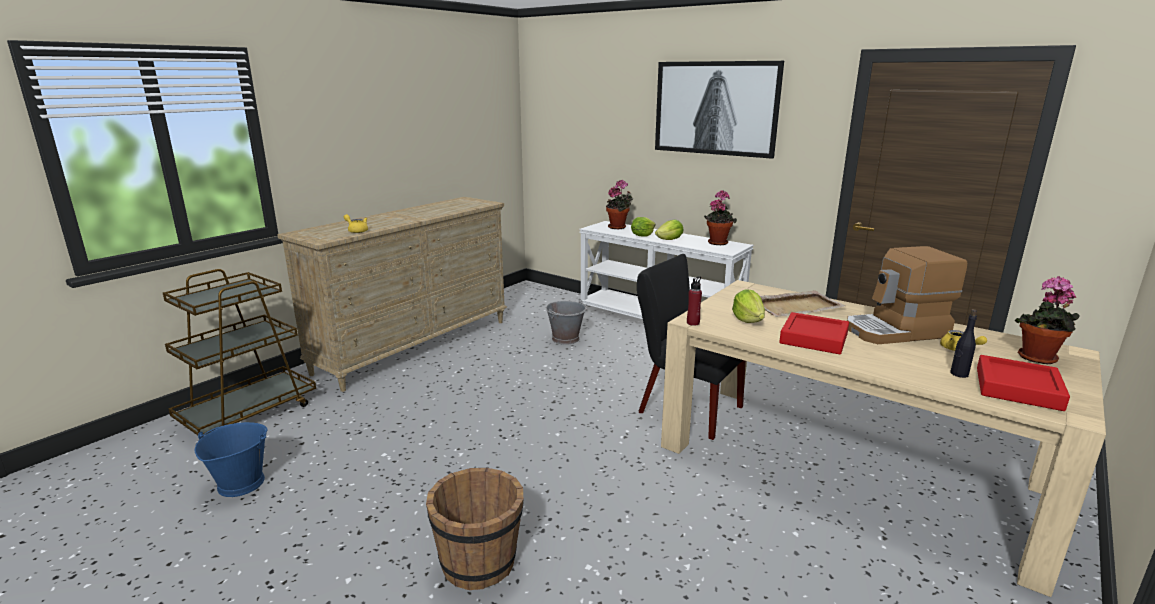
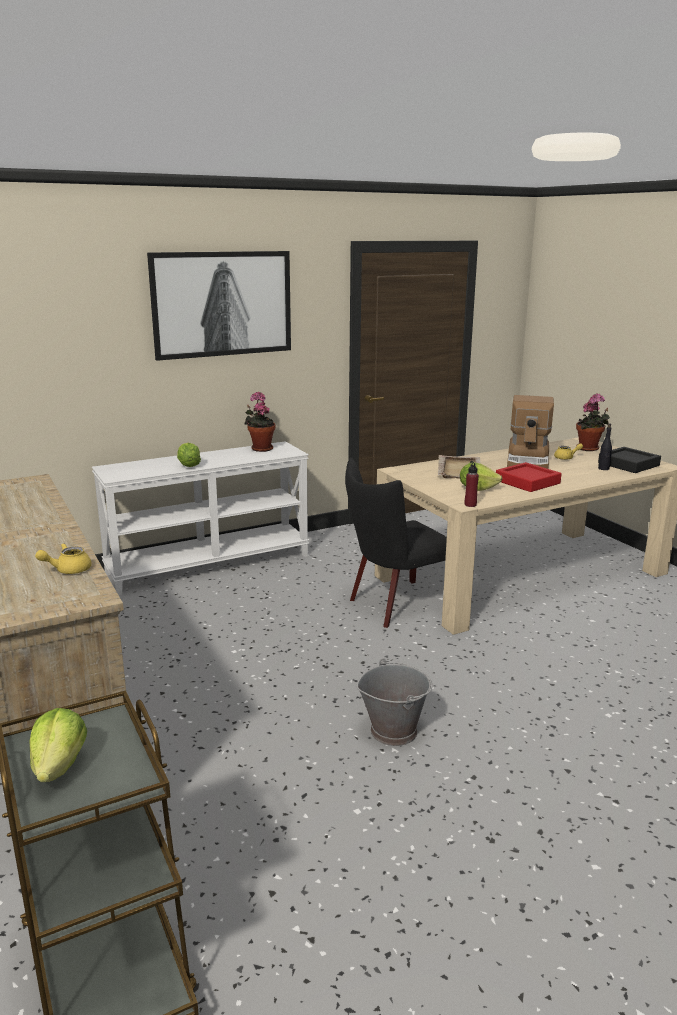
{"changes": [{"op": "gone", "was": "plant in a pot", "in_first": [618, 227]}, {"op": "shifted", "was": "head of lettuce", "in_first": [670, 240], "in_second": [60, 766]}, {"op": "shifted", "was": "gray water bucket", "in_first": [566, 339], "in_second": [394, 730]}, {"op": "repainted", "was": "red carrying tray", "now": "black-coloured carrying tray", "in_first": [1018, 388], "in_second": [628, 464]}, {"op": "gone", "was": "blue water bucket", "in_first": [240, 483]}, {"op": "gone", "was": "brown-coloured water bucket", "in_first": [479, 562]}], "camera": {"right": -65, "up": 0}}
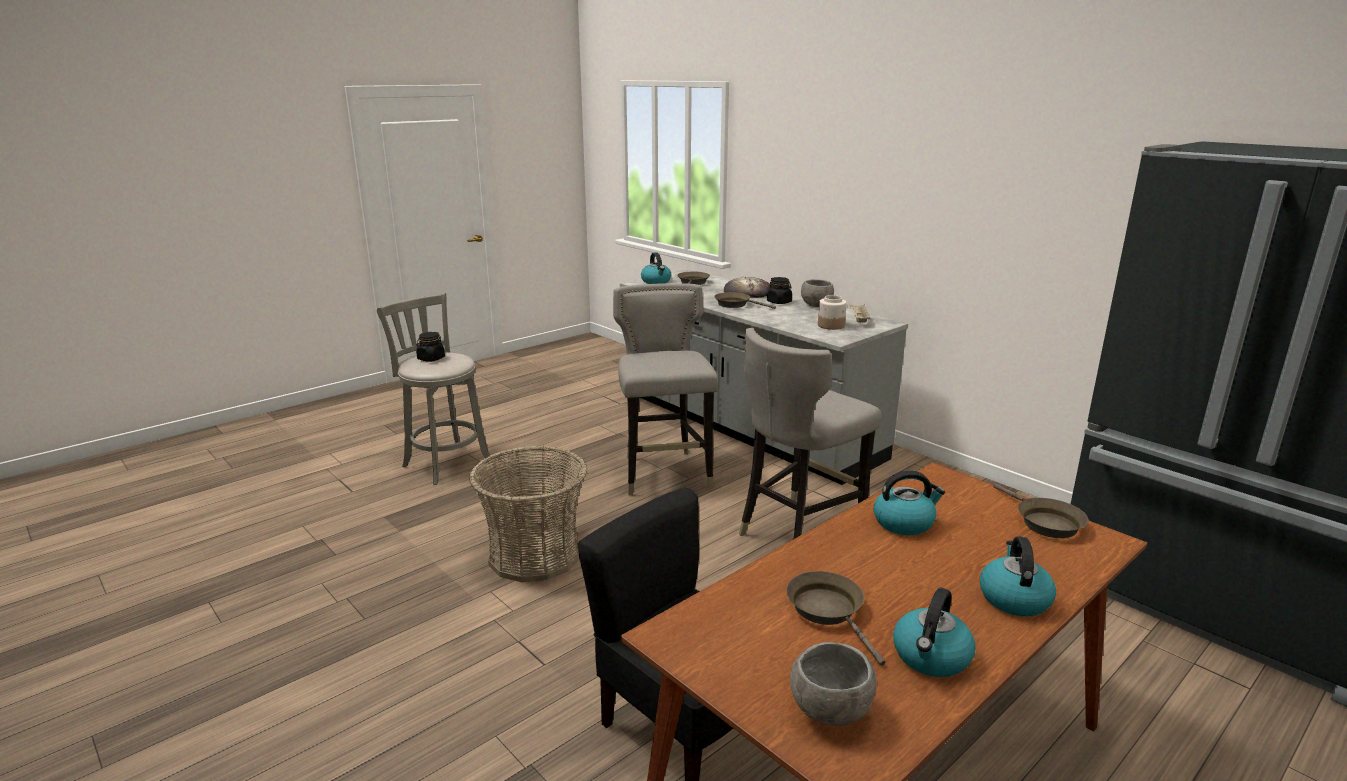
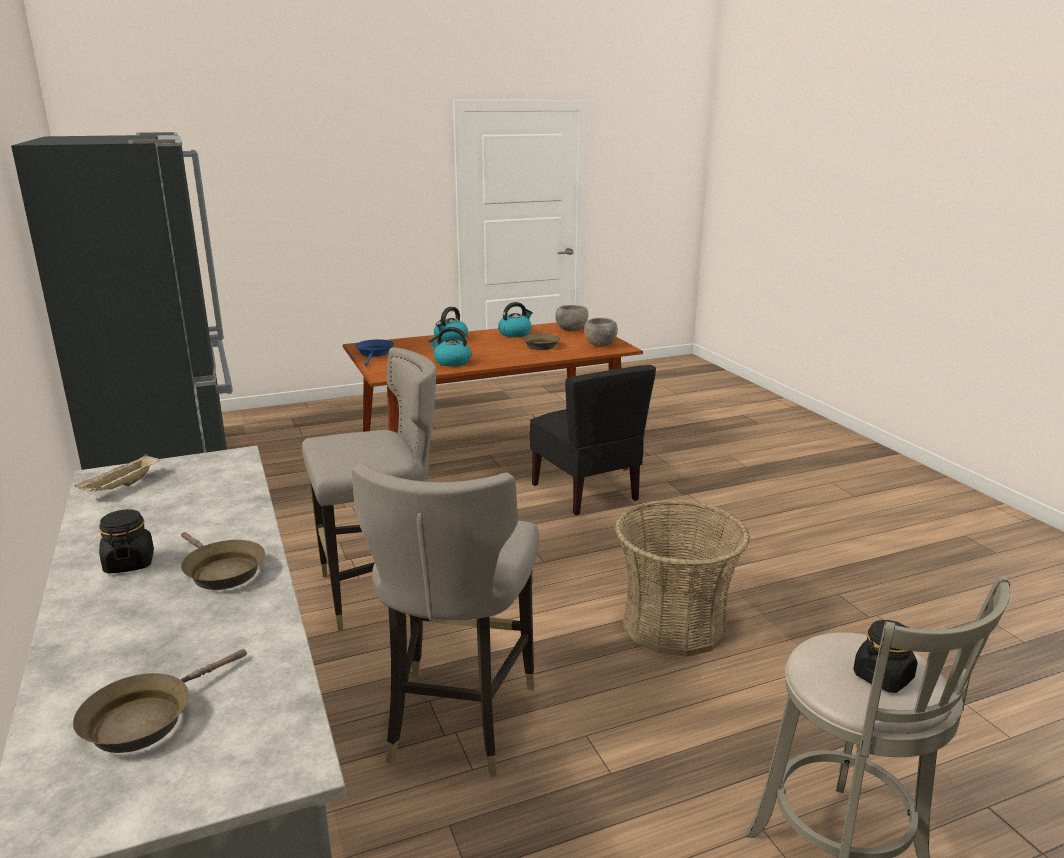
{"changes": [{"op": "gone", "was": "tea kettle", "in_first": [656, 281]}, {"op": "gone", "was": "baked bread", "in_first": [747, 292]}, {"op": "shifted", "was": "gray bowl", "in_first": [816, 305], "in_second": [600, 345]}, {"op": "gone", "was": "preserve jar", "in_first": [831, 325]}, {"op": "repainted", "was": "brown-coloured skillet", "now": "blue skillet", "in_first": [1044, 522], "in_second": [374, 353]}], "camera": {"right": -160, "up": 0}}
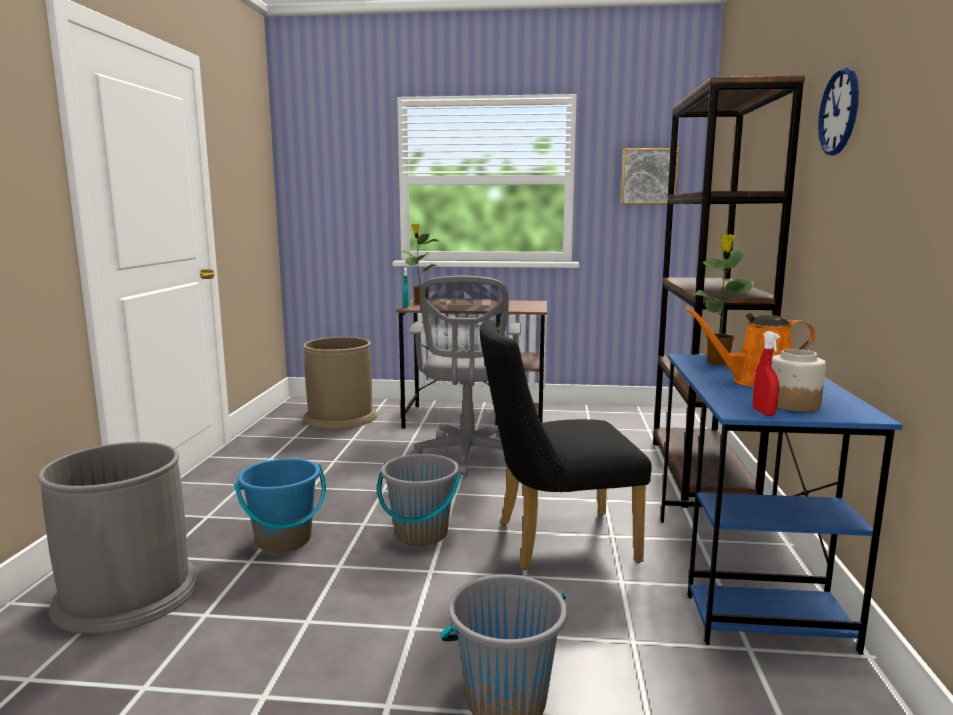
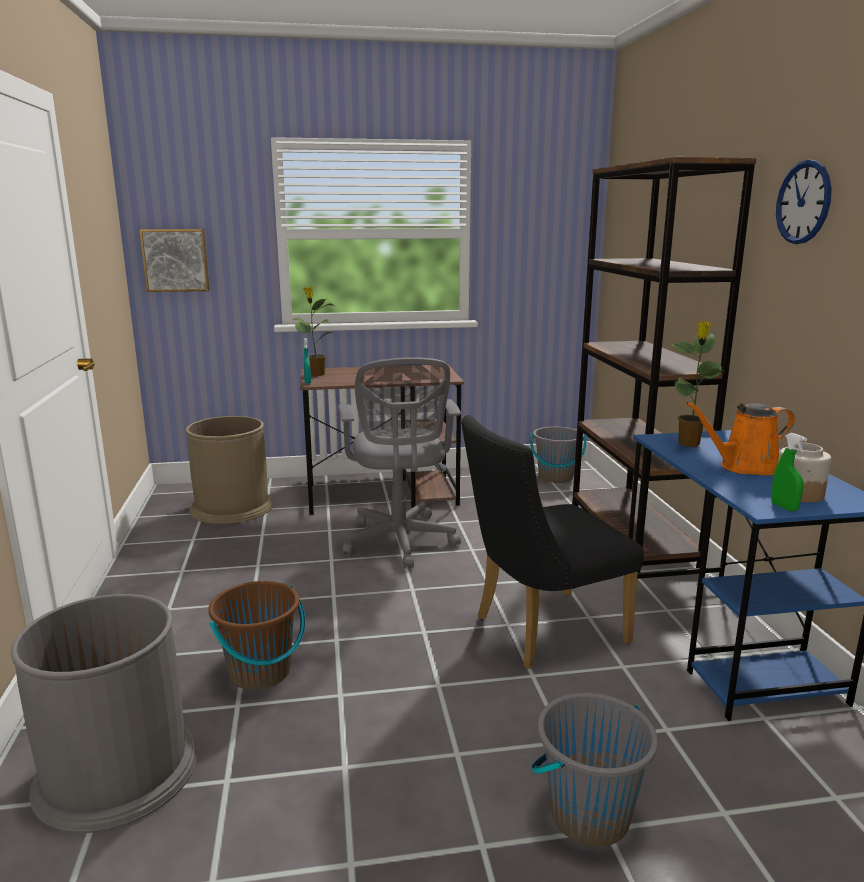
{"changes": [{"op": "shifted", "was": "wall picture", "in_first": [649, 176], "in_second": [175, 260]}, {"op": "repainted", "was": "red hand sprayer", "now": "green-coloured hand sprayer", "in_first": [763, 412], "in_second": [784, 507]}, {"op": "shifted", "was": "gray water bucket", "in_first": [421, 534], "in_second": [555, 477]}, {"op": "repainted", "was": "blue water bucket", "now": "brown-coloured water bucket", "in_first": [284, 540], "in_second": [260, 672]}], "camera": {"right": -15, "up": 5}}
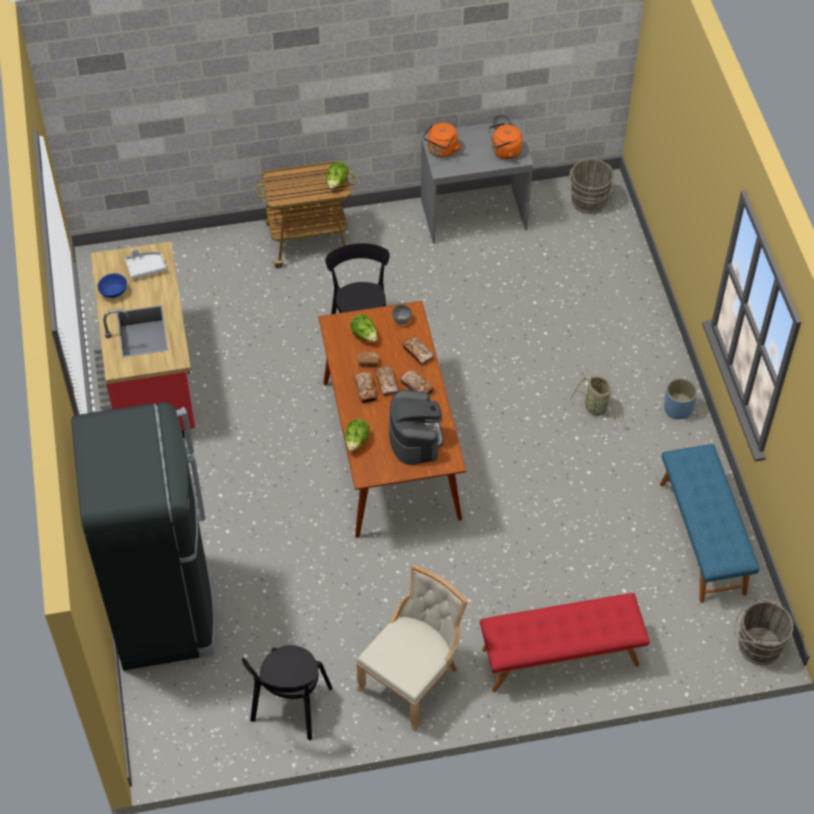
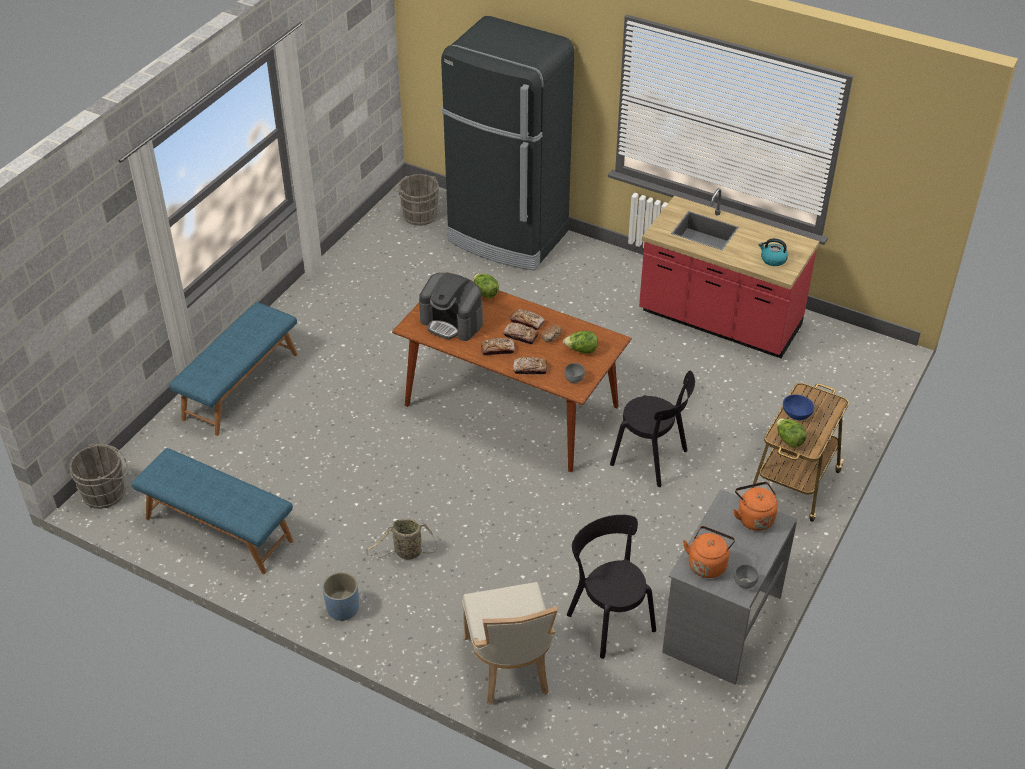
{"changes": [{"op": "shifted", "was": "gray water bucket", "in_first": [588, 202], "in_second": [418, 214]}, {"op": "swapped", "was": "gray carrying tray", "now": "tea kettle", "in_first": [146, 267], "in_second": [773, 259]}, {"op": "shifted", "was": "blue bowl", "in_first": [114, 291], "in_second": [796, 414]}, {"op": "shifted", "was": "sand-coloured upright chair", "in_first": [413, 679], "in_second": [510, 668]}, {"op": "repainted", "was": "red bench", "now": "blue bench", "in_first": [560, 658], "in_second": [240, 386]}, {"op": "shifted", "was": "black-coloured upright chair", "in_first": [290, 707], "in_second": [609, 619]}], "camera": {"right": 130, "up": -10}}
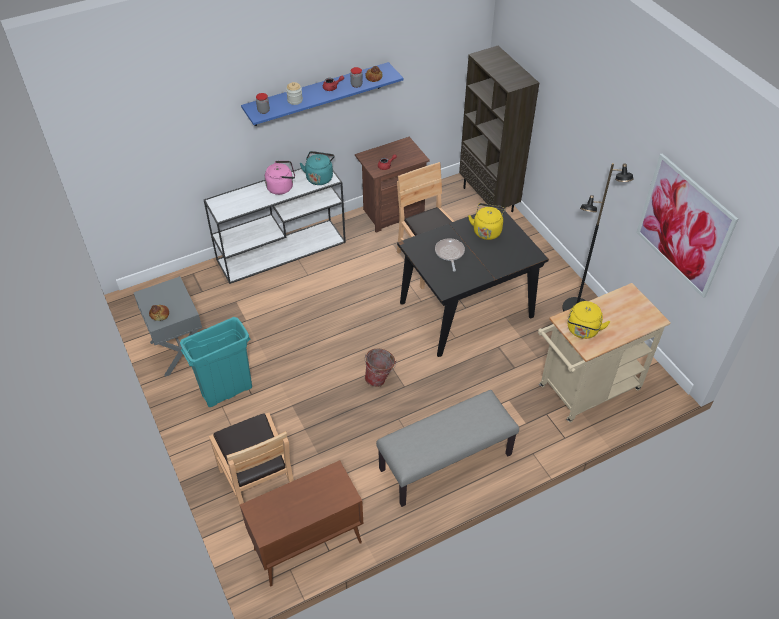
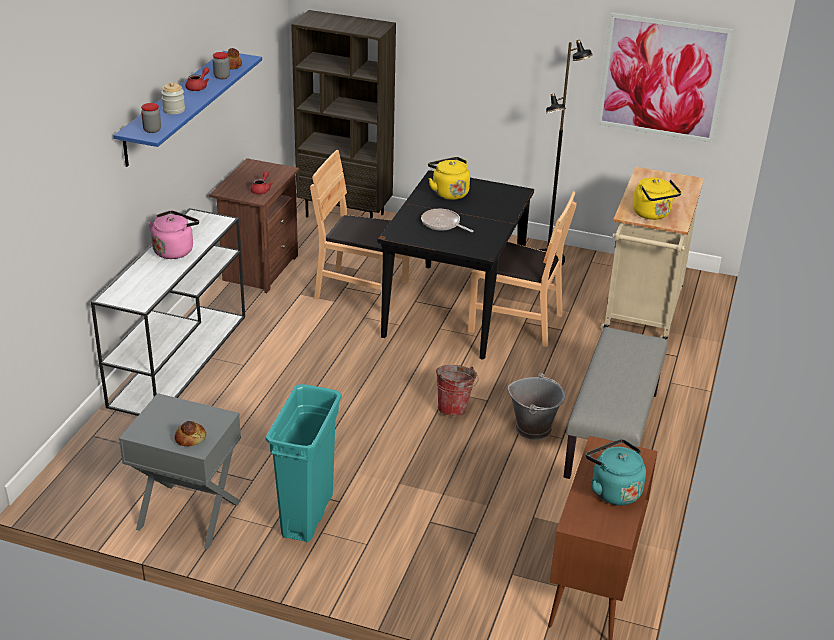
{"changes": [{"op": "shifted", "was": "blue-green tea kettle", "in_first": [319, 177], "in_second": [613, 490]}, {"op": "shifted", "was": "brown-coloured upright chair", "in_first": [259, 484], "in_second": [515, 322]}, {"op": "new", "now": "gray water bucket", "in_second": [533, 428]}], "camera": {"right": -45, "up": -15}}
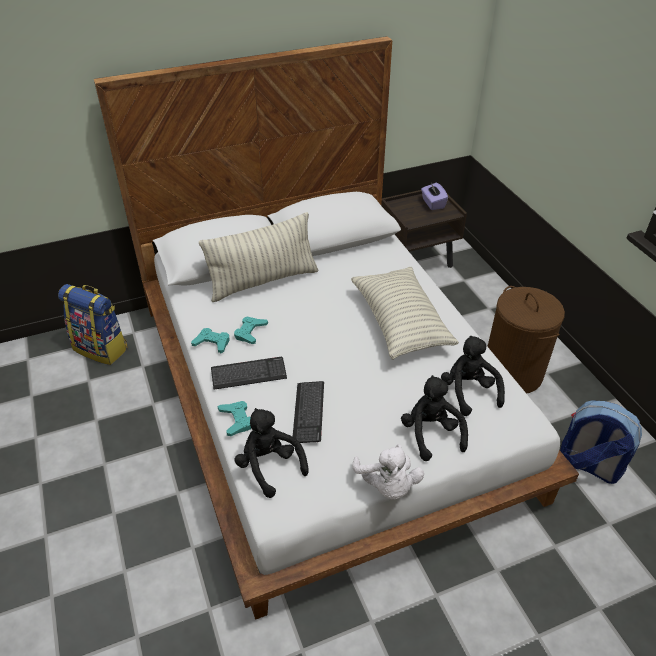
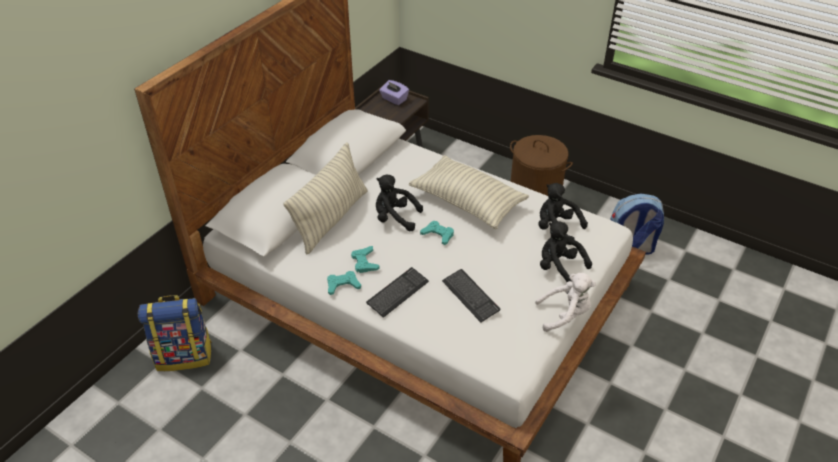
{"changes": [{"op": "shifted", "was": "blue-green joypad", "in_first": [236, 420], "in_second": [438, 235]}, {"op": "shifted", "was": "black-coloured plush toy", "in_first": [269, 466], "in_second": [395, 218]}, {"op": "rotated", "was": "white-coloured plush toy", "in_first": [387, 485], "in_second": [565, 315], "clockwise": -45}], "camera": {"right": -35, "up": 0}}
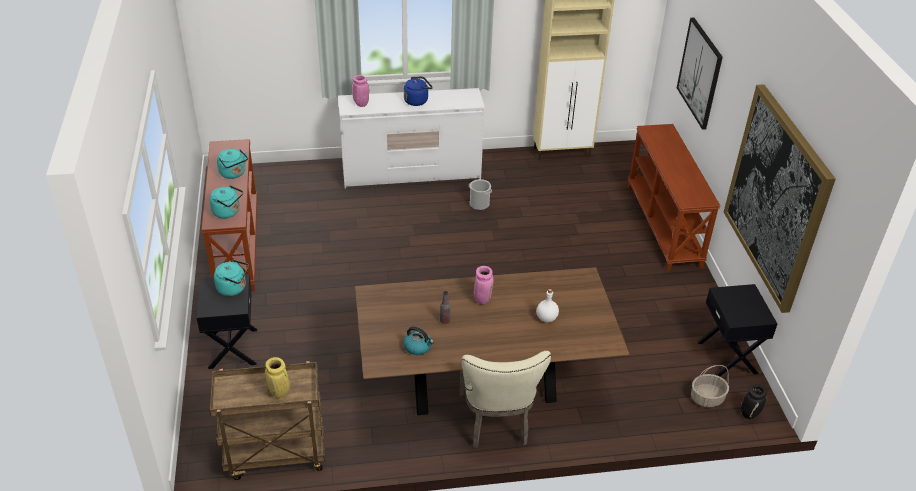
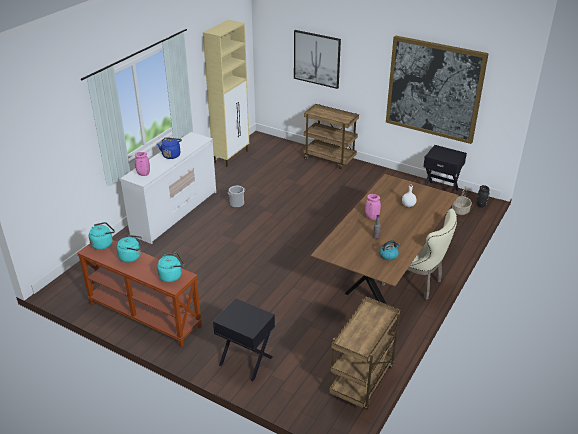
{"changes": [{"op": "swapped", "was": "brown-coloured console table", "now": "brown-coloured trolley", "in_first": [664, 225], "in_second": [330, 159]}, {"op": "shifted", "was": "blue-green tea kettle", "in_first": [233, 288], "in_second": [103, 244]}, {"op": "gone", "was": "yellowish decorative vase", "in_first": [279, 392]}], "camera": {"right": -50, "up": -5}}
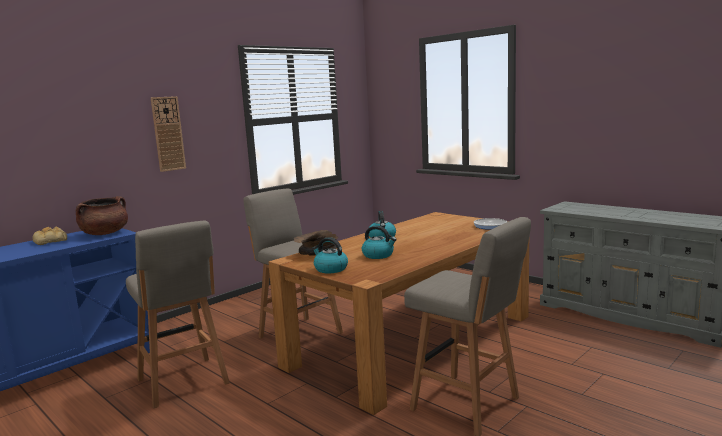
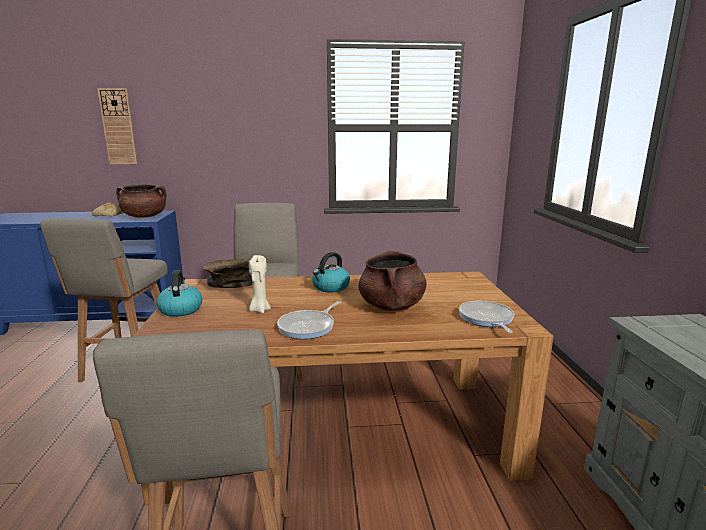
{"changes": [{"op": "shifted", "was": "wall clock", "in_first": [168, 133], "in_second": [118, 127]}, {"op": "swapped", "was": "tea kettle", "now": "sand-coloured wax candle", "in_first": [378, 255], "in_second": [259, 310]}, {"op": "new", "now": "brown-coloured stockpot", "in_second": [391, 306]}, {"op": "new", "now": "skillet", "in_second": [309, 327]}], "camera": {"right": 40, "up": 5}}
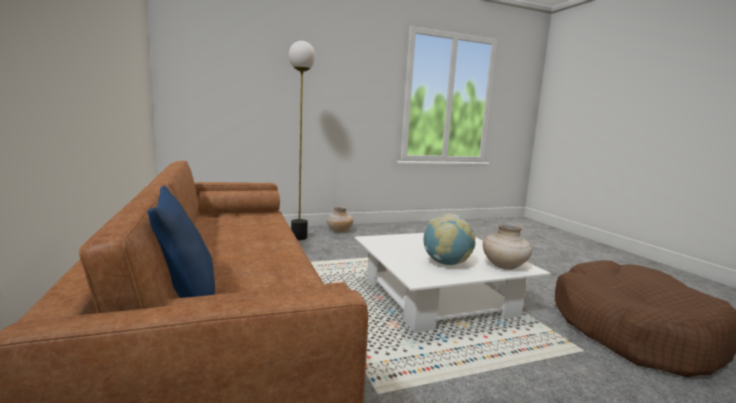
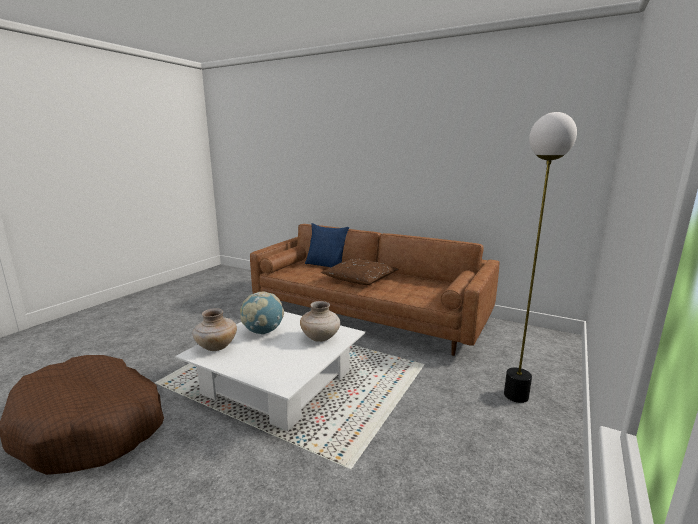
{"changes": [{"op": "shifted", "was": "sand-coloured decorative vase", "in_first": [339, 231], "in_second": [320, 338]}, {"op": "new", "now": "brown-coloured pillow", "in_second": [360, 279]}], "camera": {"right": 140, "up": 5}}
